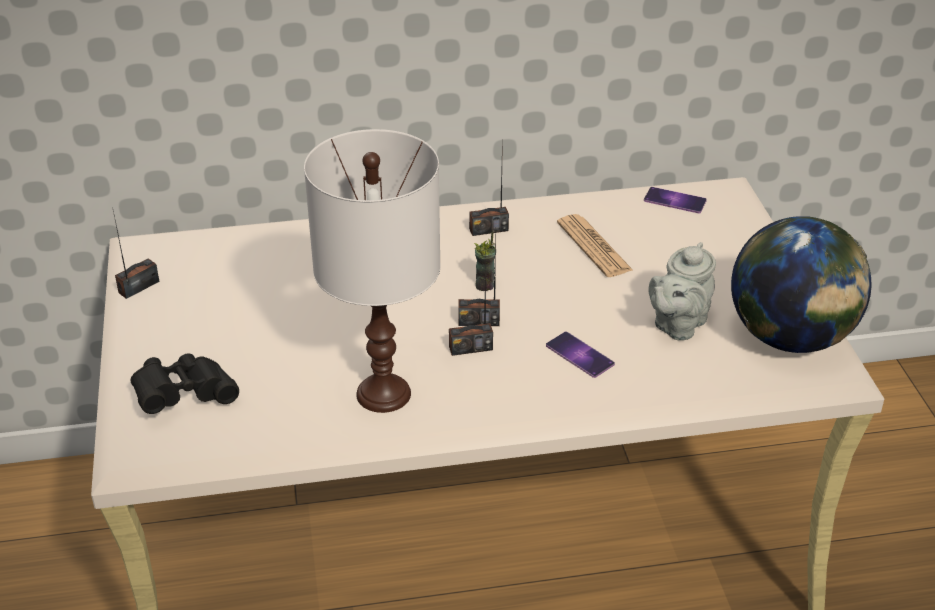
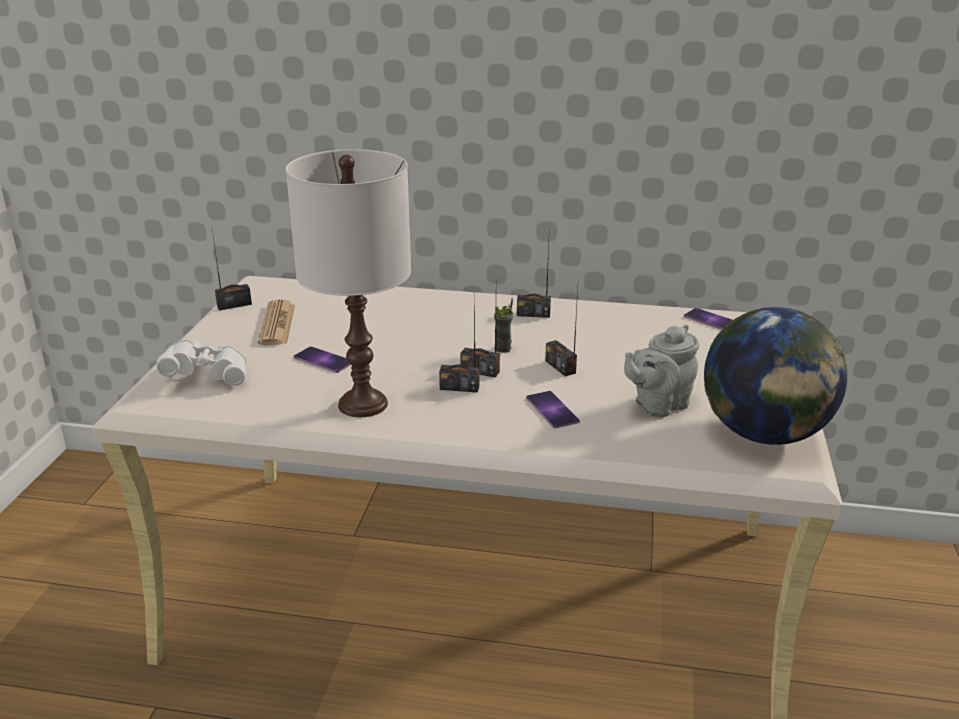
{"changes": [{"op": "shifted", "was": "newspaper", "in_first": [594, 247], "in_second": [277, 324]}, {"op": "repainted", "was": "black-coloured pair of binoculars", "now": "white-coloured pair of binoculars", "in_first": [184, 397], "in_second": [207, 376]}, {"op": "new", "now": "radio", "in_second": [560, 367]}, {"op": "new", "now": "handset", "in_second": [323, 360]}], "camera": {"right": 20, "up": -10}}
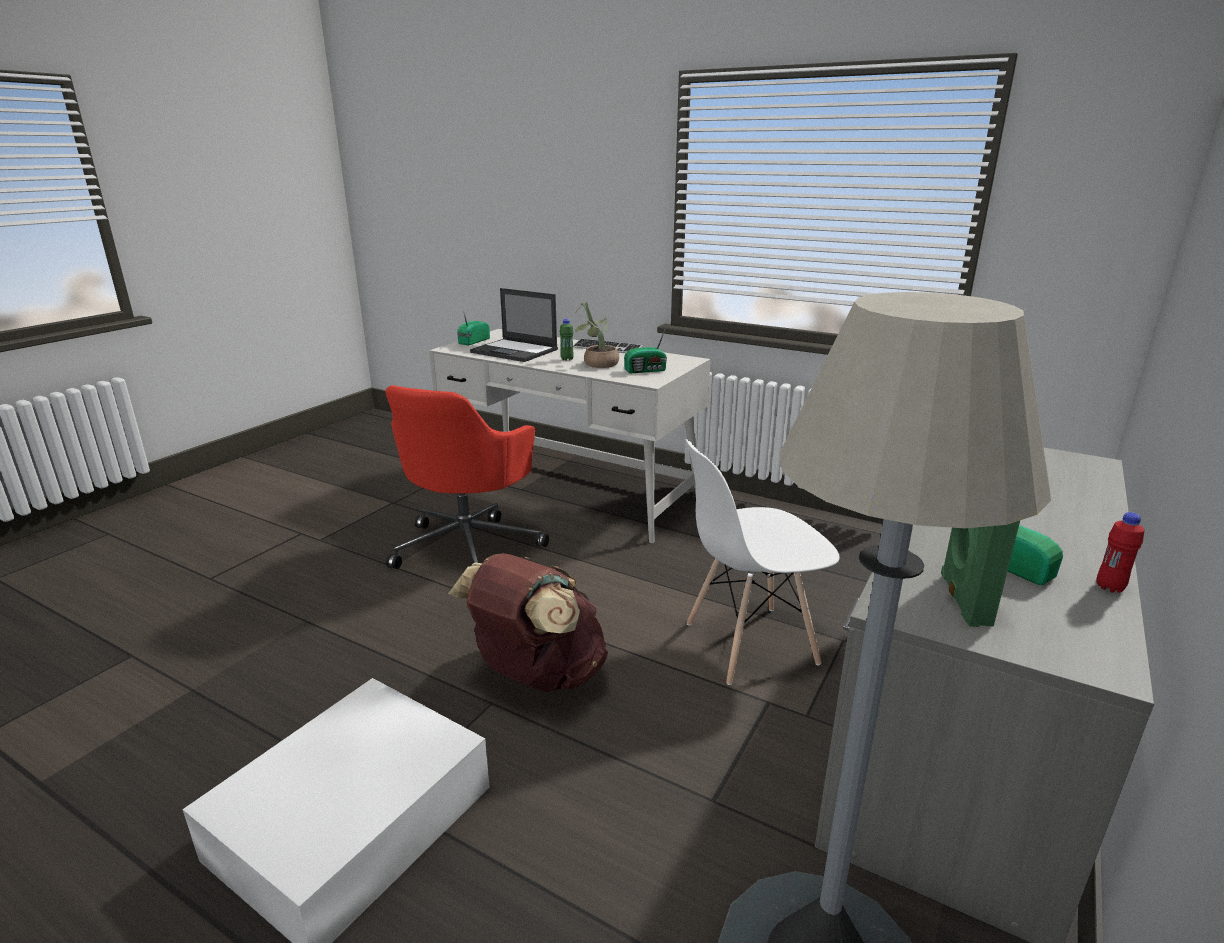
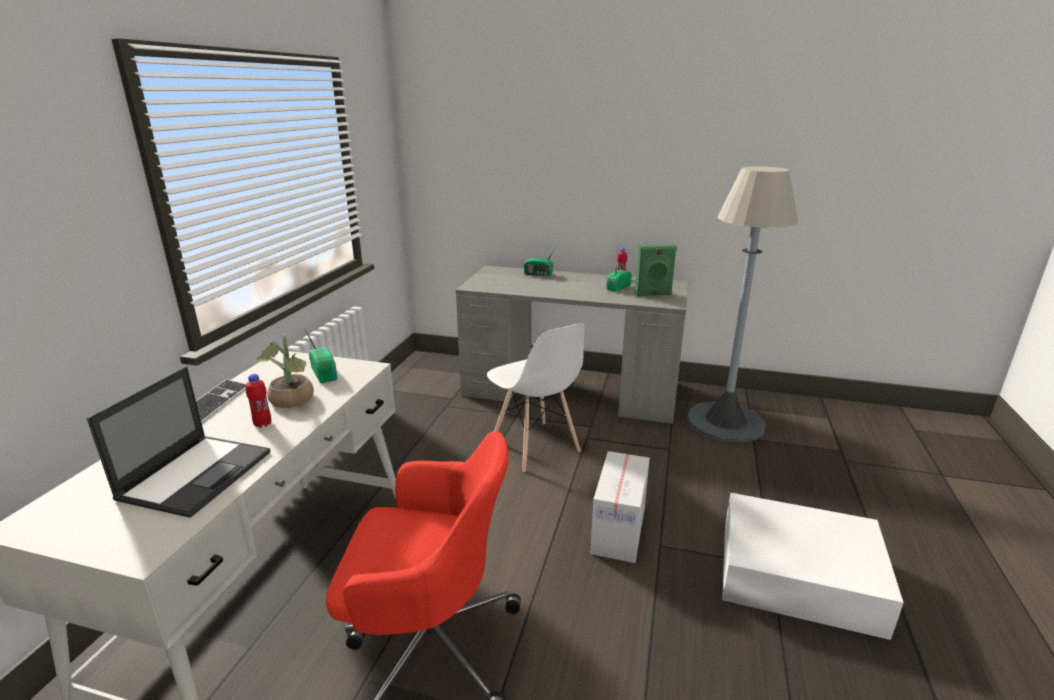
{"changes": [{"op": "shifted", "was": "radio", "in_first": [472, 341], "in_second": [539, 274]}, {"op": "repainted", "was": "green-coloured bottle", "now": "red bottle", "in_first": [567, 359], "in_second": [263, 424]}, {"op": "swapped", "was": "brown-coloured rucksack", "now": "carton", "in_first": [536, 675], "in_second": [619, 530]}], "camera": {"right": -105, "up": 0}}
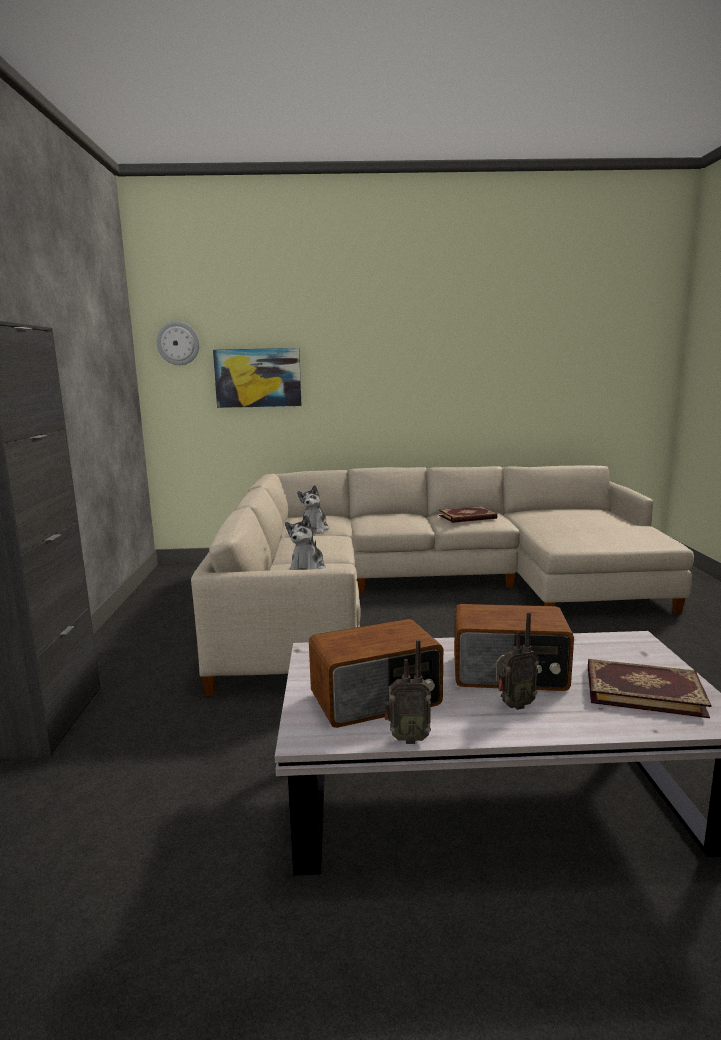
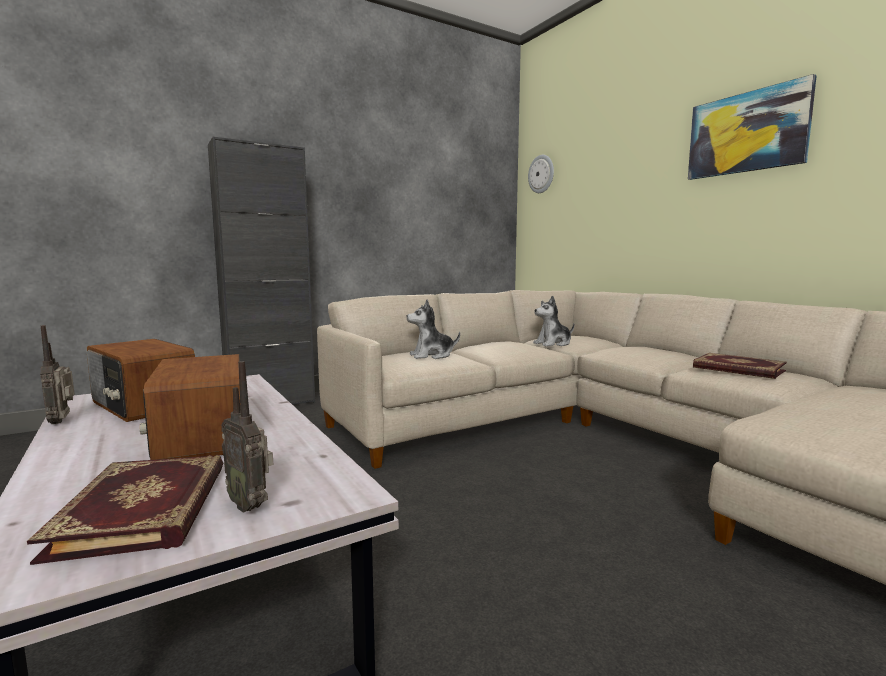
{"changes": [{"op": "shifted", "was": "wall picture", "in_first": [258, 378], "in_second": [747, 133]}, {"op": "shifted", "was": "radio", "in_first": [513, 705], "in_second": [251, 505]}], "camera": {"right": 60, "up": -5}}
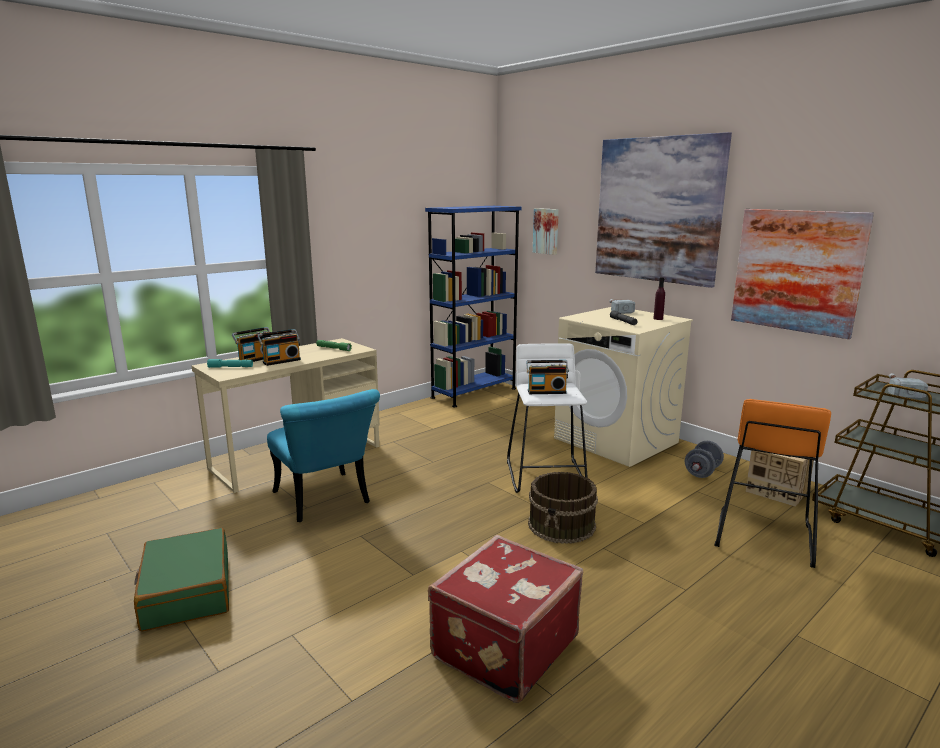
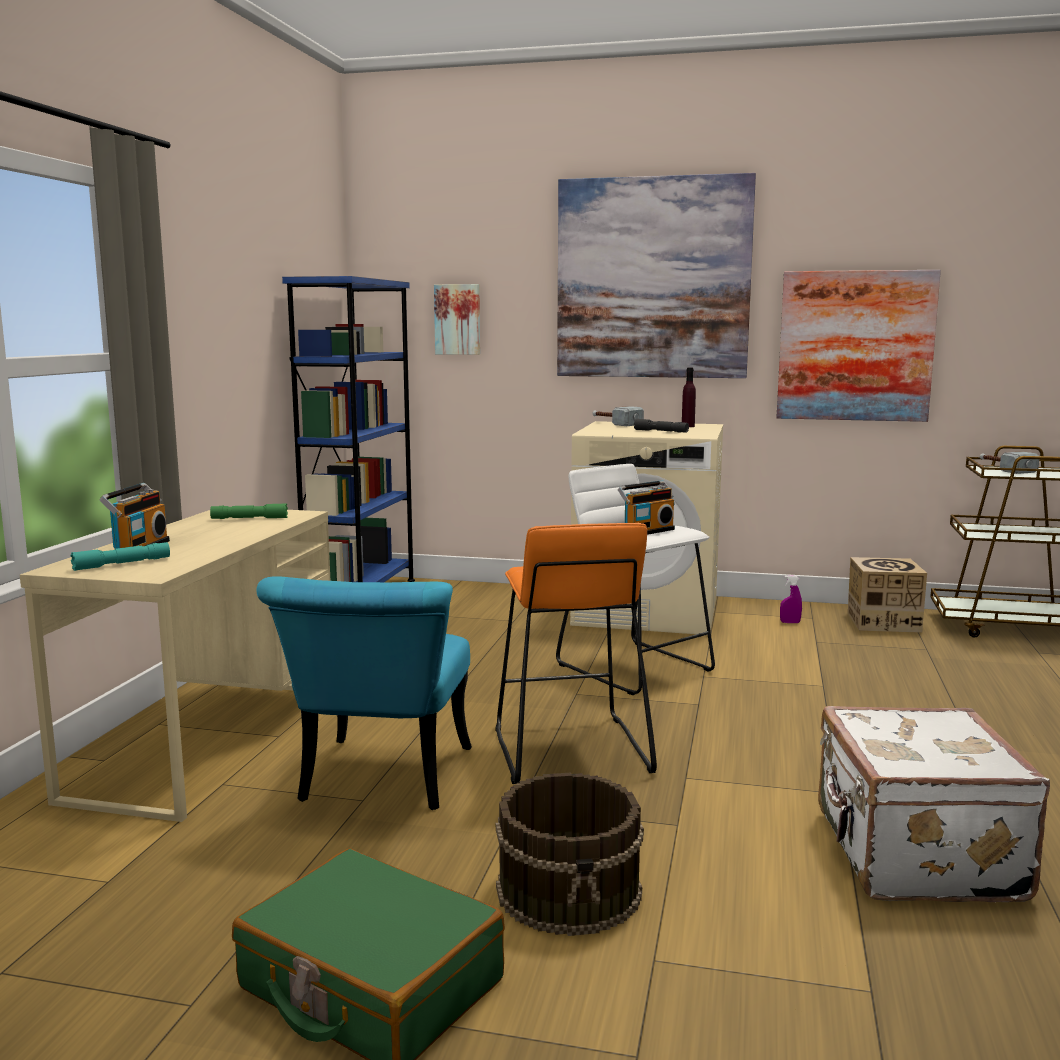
{"changes": [{"op": "gone", "was": "radio", "in_first": [281, 361]}, {"op": "rotated", "was": "blue-green upright chair", "in_first": [325, 501], "in_second": [381, 783], "clockwise": 75}, {"op": "shifted", "was": "orange-coloured sitting stool", "in_first": [763, 535], "in_second": [568, 750]}, {"op": "swapped", "was": "gray free weight", "now": "purple hand sprayer", "in_first": [702, 472], "in_second": [790, 622]}, {"op": "shifted", "was": "brown-coloured water bucket", "in_first": [562, 525], "in_second": [570, 890]}, {"op": "repainted", "was": "red piece of luggage", "now": "white-coloured piece of luggage", "in_first": [502, 646], "in_second": [913, 855]}], "camera": {"right": -35, "up": -5}}
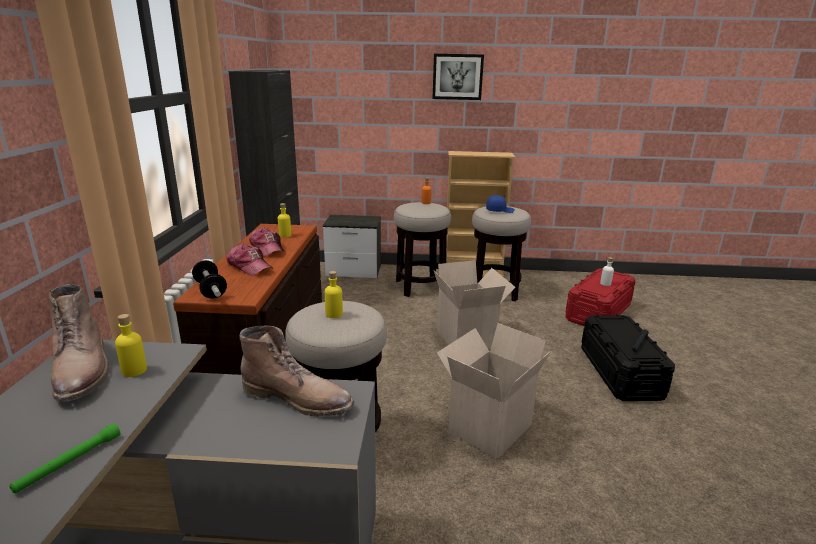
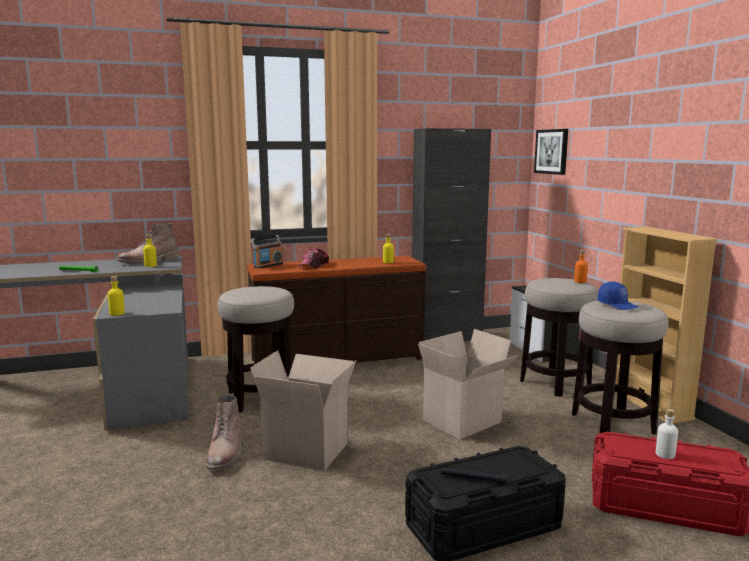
{"changes": [{"op": "shifted", "was": "wall picture", "in_first": [457, 77], "in_second": [552, 151]}, {"op": "gone", "was": "peaked cap", "in_first": [268, 248]}, {"op": "swapped", "was": "free weight", "now": "radio", "in_first": [210, 290], "in_second": [268, 265]}, {"op": "shifted", "was": "yellowish bottle", "in_first": [334, 314], "in_second": [117, 313]}, {"op": "shifted", "was": "brown-coloured tall boot", "in_first": [298, 398], "in_second": [226, 453]}], "camera": {"right": 70, "up": -10}}
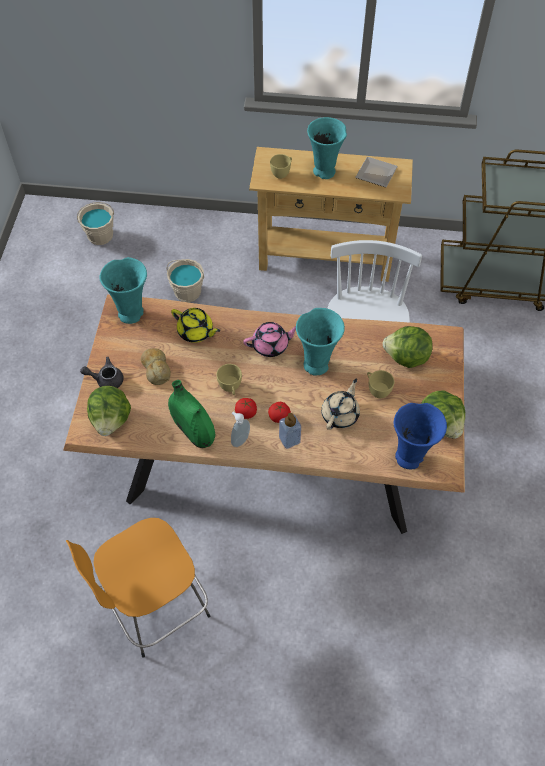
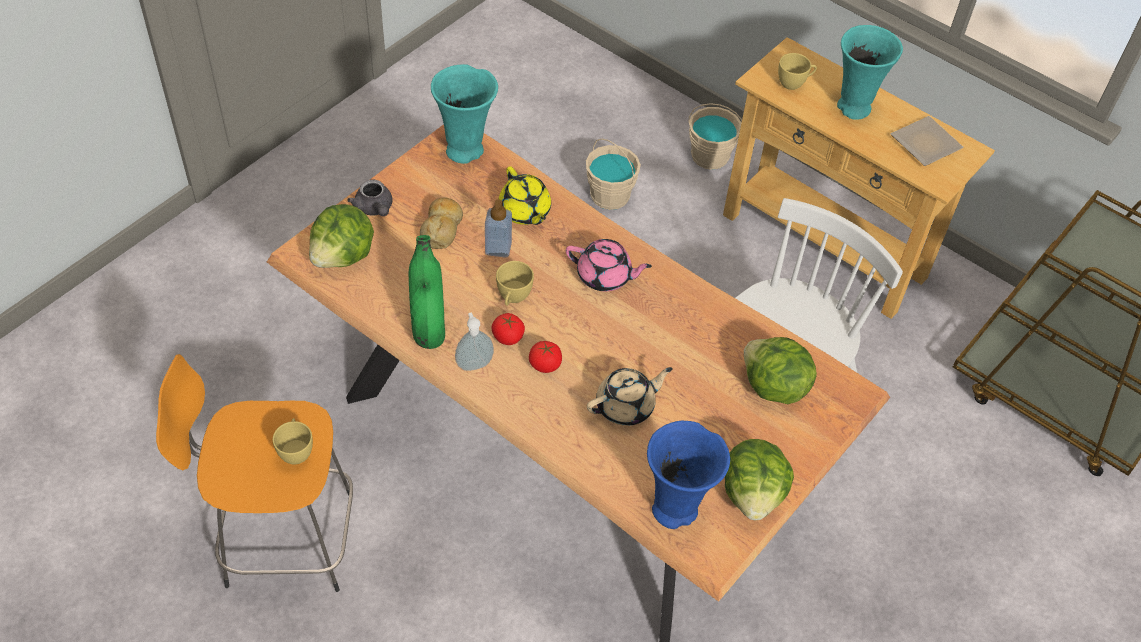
{"changes": [{"op": "shifted", "was": "sand-coloured water bucket", "in_first": [100, 235], "in_second": [710, 155]}, {"op": "gone", "was": "blue-green decorative vase", "in_first": [317, 363]}, {"op": "rotated", "was": "gray tea pot", "in_first": [106, 380], "in_second": [374, 209], "clockwise": -150}, {"op": "shifted", "was": "yellowish cup", "in_first": [377, 390], "in_second": [296, 450]}, {"op": "shifted", "was": "soap bottle", "in_first": [289, 439], "in_second": [498, 248]}], "camera": {"right": 30, "up": -5}}
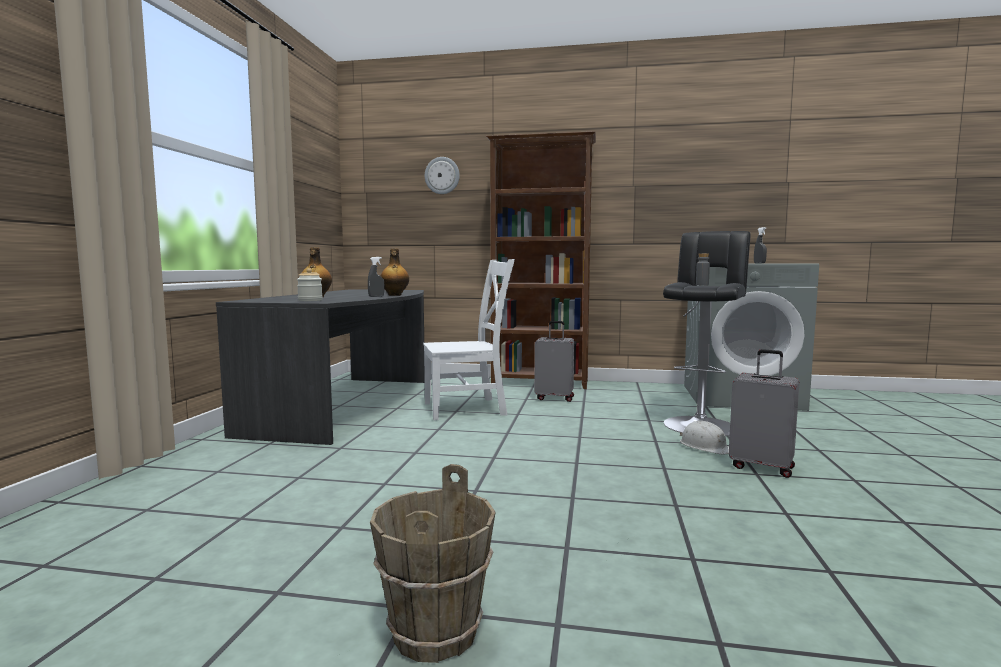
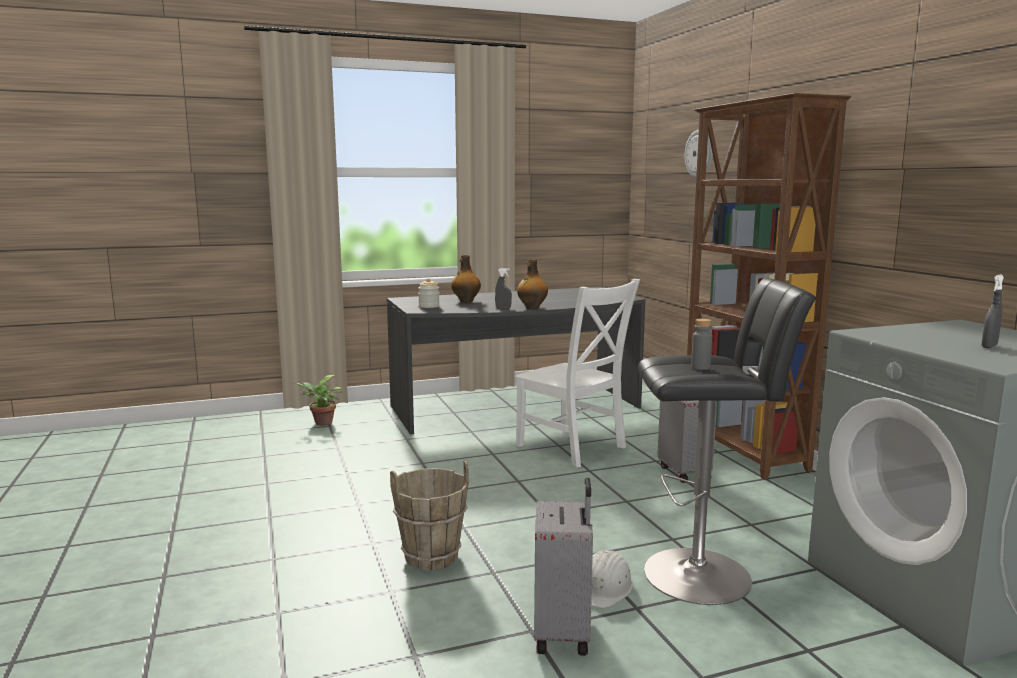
{"changes": [{"op": "shifted", "was": "brown-coloured water bucket", "in_first": [434, 633], "in_second": [431, 556]}, {"op": "new", "now": "plant in a pot", "in_second": [321, 423]}], "camera": {"right": 60, "up": 5}}
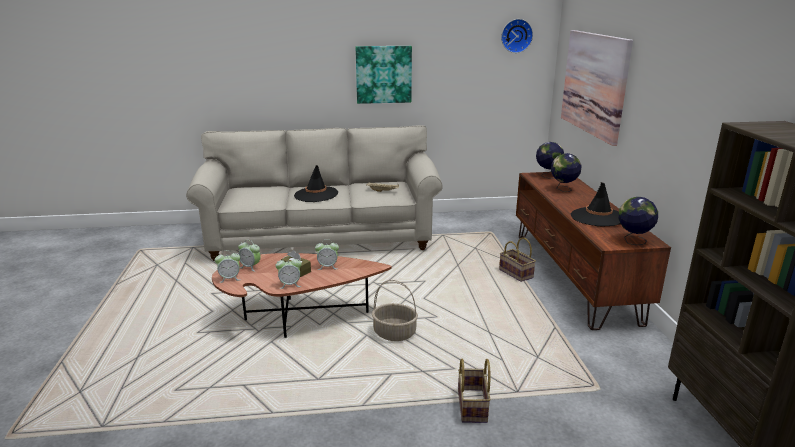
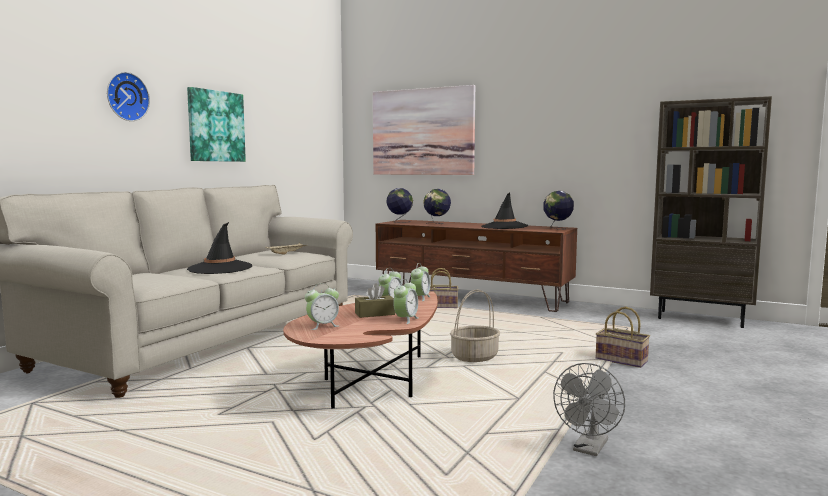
{"changes": [{"op": "shifted", "was": "wall clock", "in_first": [516, 35], "in_second": [126, 97]}, {"op": "shifted", "was": "alarm clock", "in_first": [230, 278], "in_second": [420, 298]}, {"op": "new", "now": "gray electric fan", "in_second": [589, 449]}], "camera": {"right": -55, "up": -15}}
